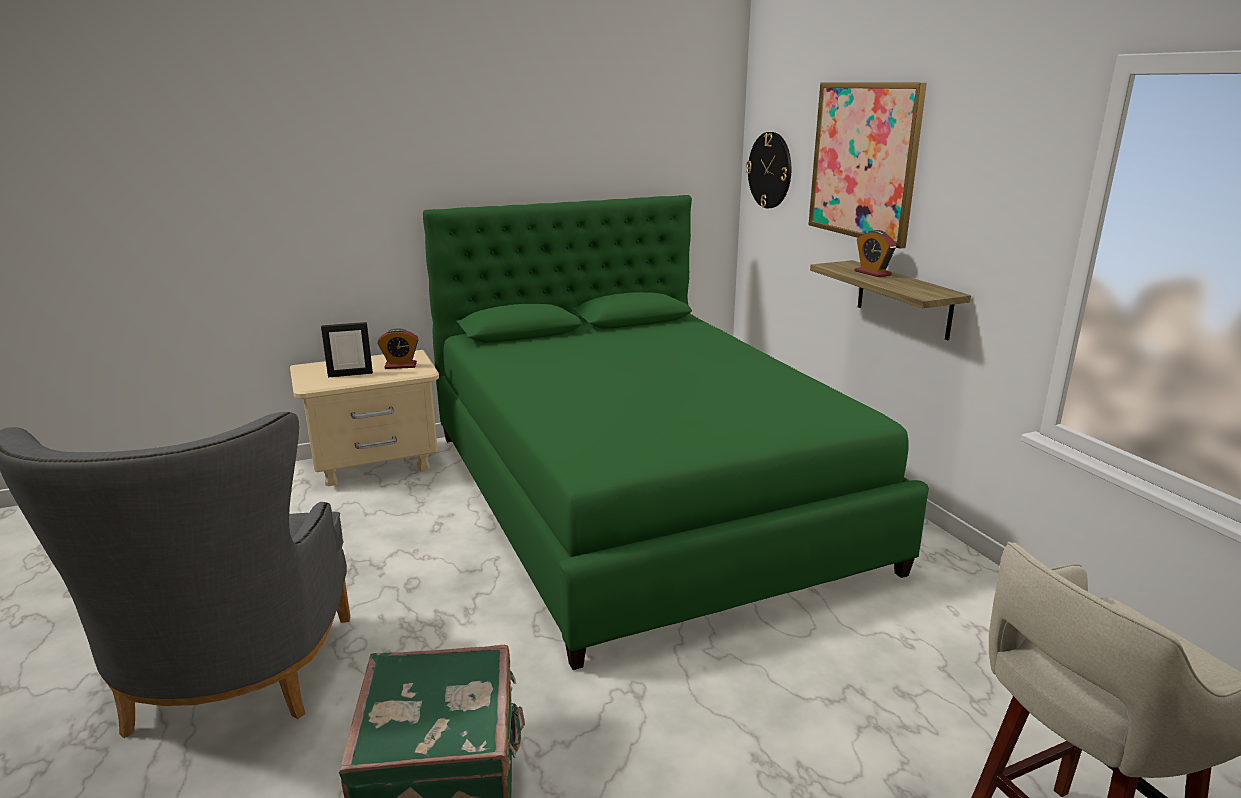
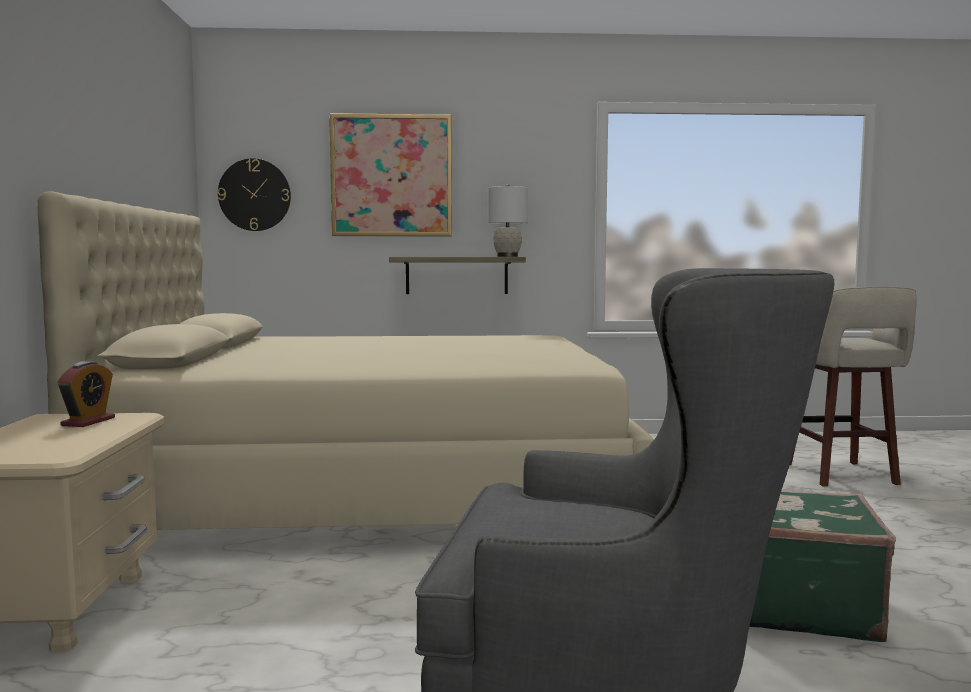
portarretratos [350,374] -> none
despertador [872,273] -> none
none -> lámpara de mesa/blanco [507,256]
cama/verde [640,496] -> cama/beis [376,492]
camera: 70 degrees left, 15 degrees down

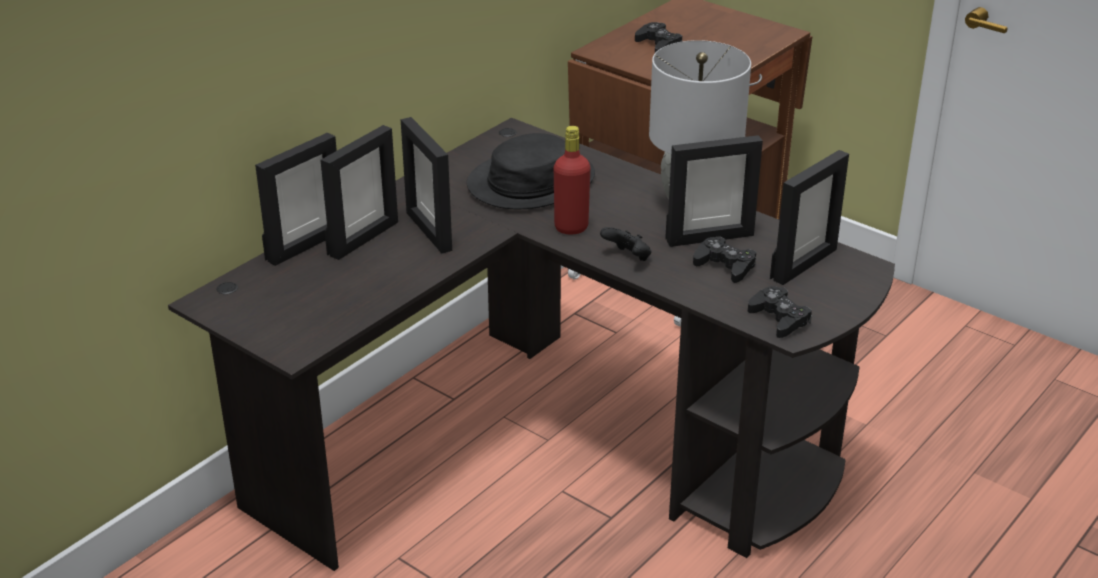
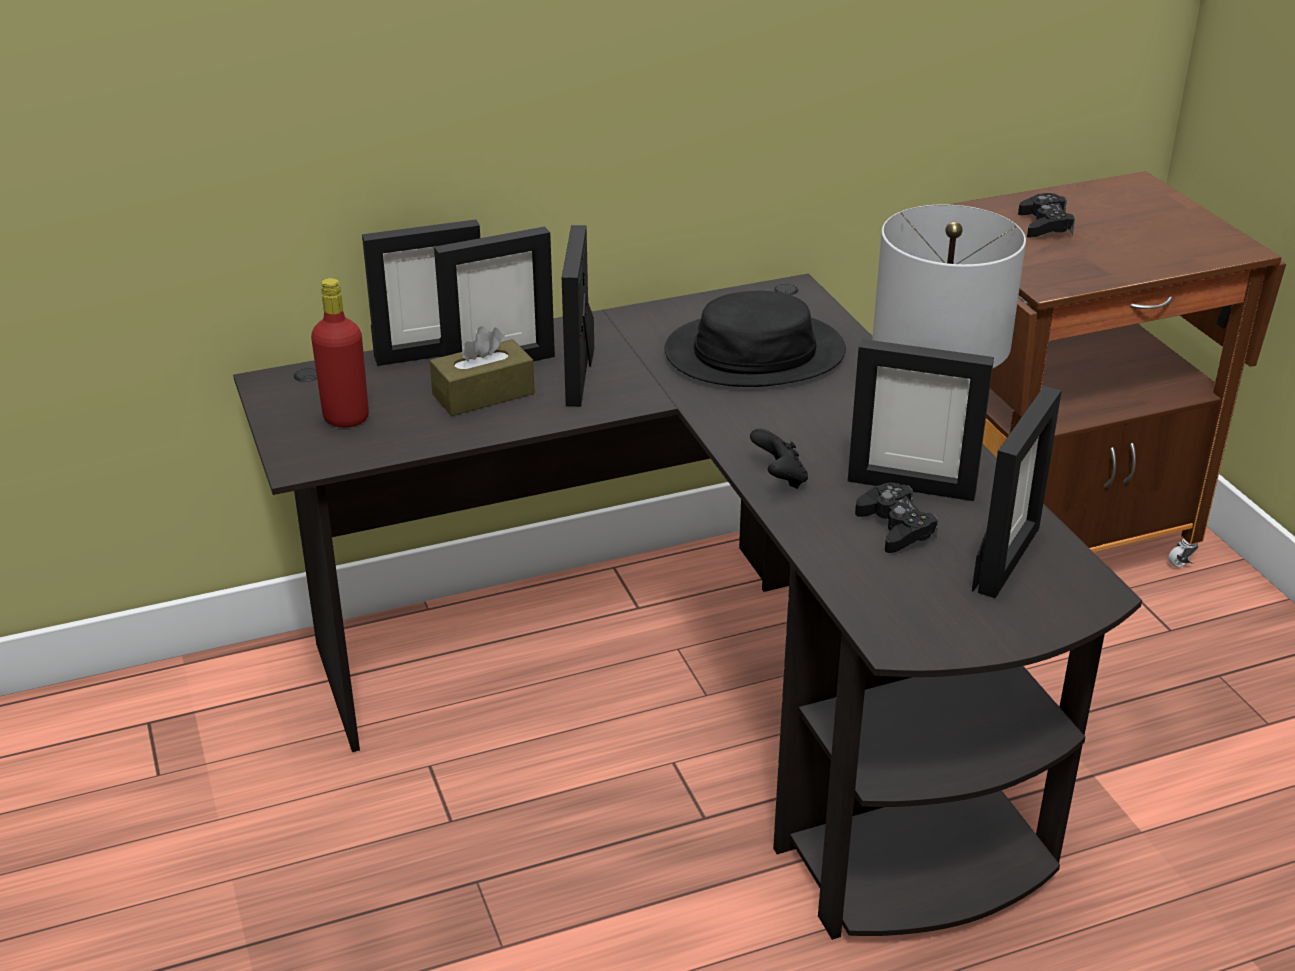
mando de consola/negro [779,318] -> none
none -> caja de pañuelos/marrón [483,394]
botella/rojo [571,227] -> botella/rojo [346,418], moved
portarretratos [803,264] -> portarretratos [1006,558], 45 degrees counterclockwise
camera: 30 degrees right, 0 degrees up

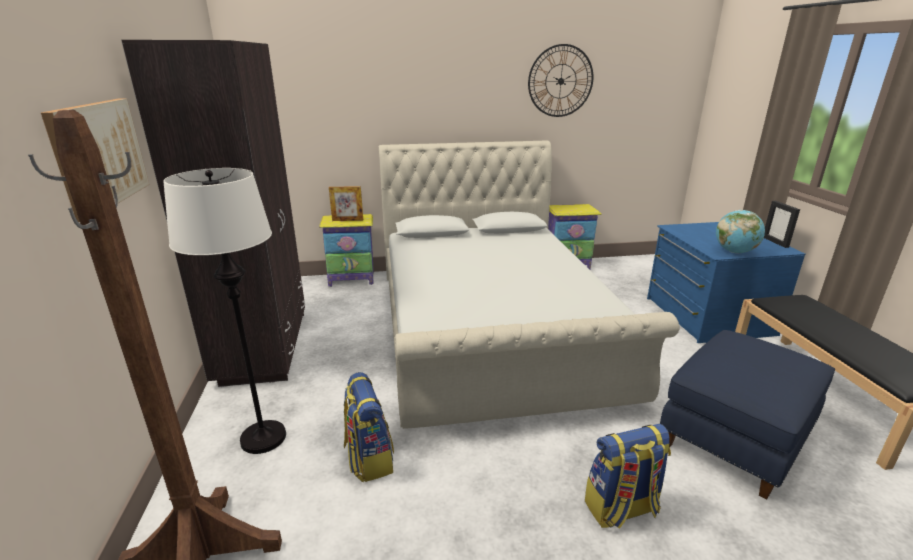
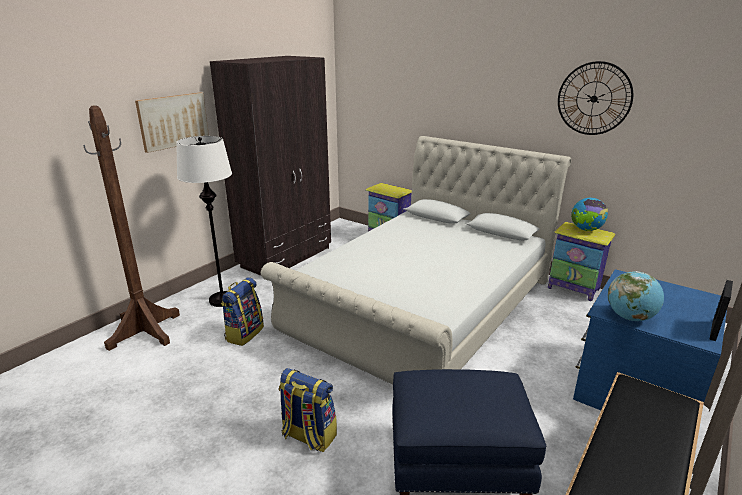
portarretratos [347,220] -> none
none -> globo terráqueo [586,230]
camera: 45 degrees right, 0 degrees up

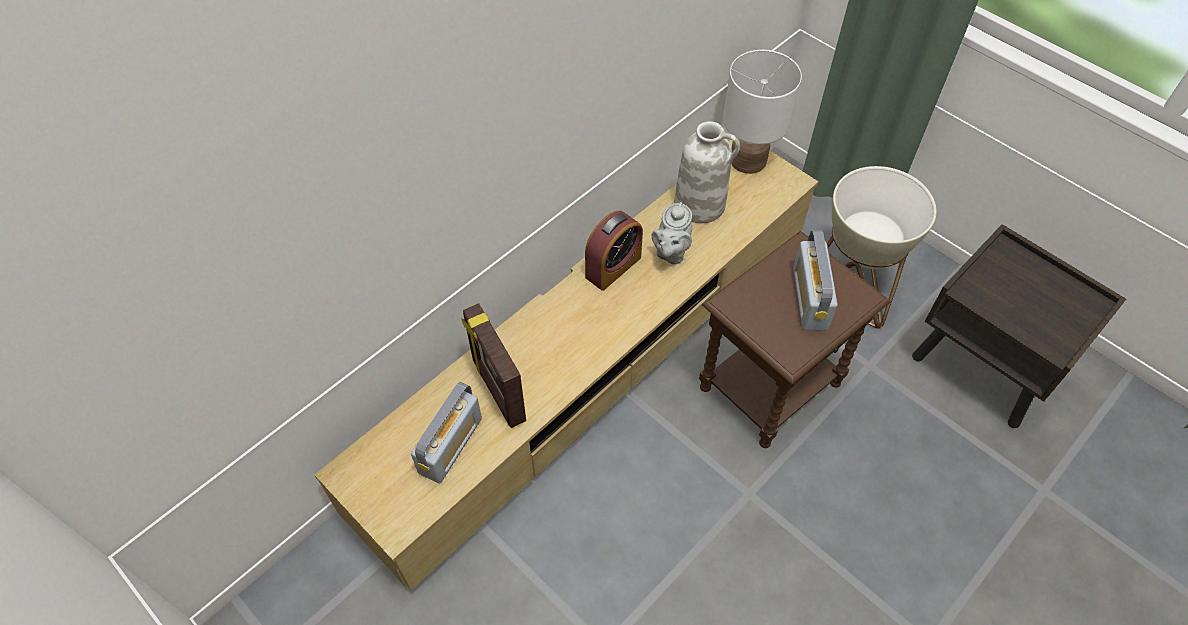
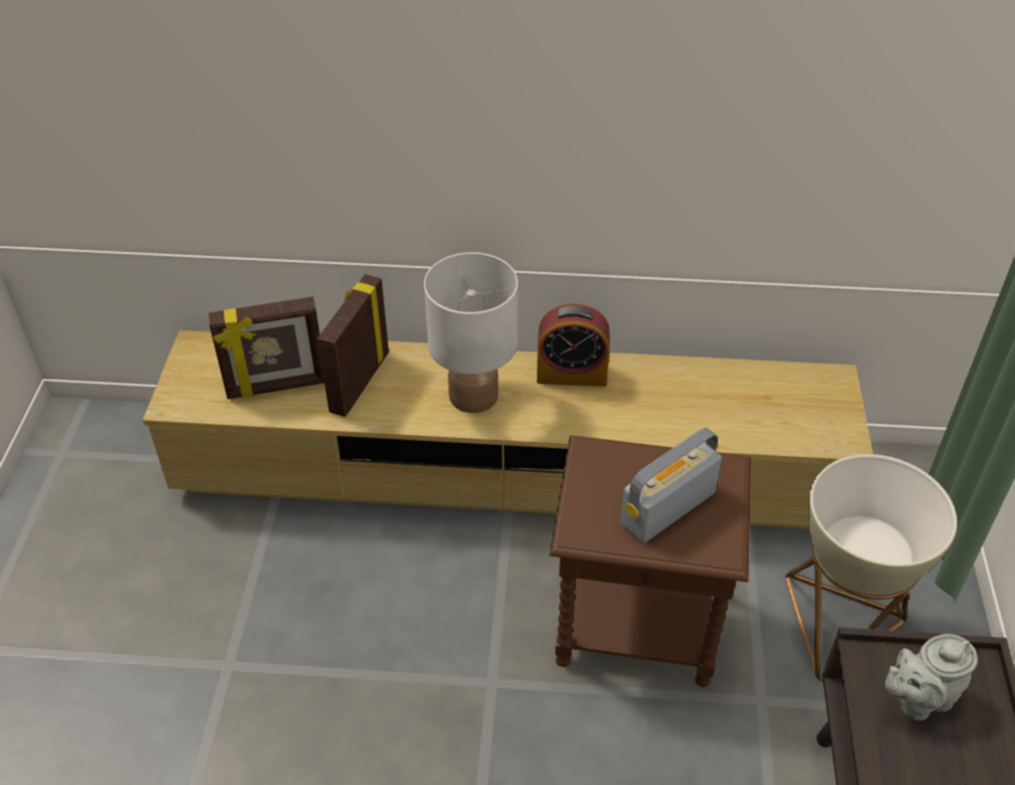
florero/blanco [700,204] -> none
tetera/gris [671,252] -> tetera/gris [917,699], moved
lámpara de mesa/blanco [748,160] -> lámpara de mesa/blanco [474,395], moved
radio [450,445] -> portarretratos [277,387]
camera: 50 degrees right, 10 degrees down

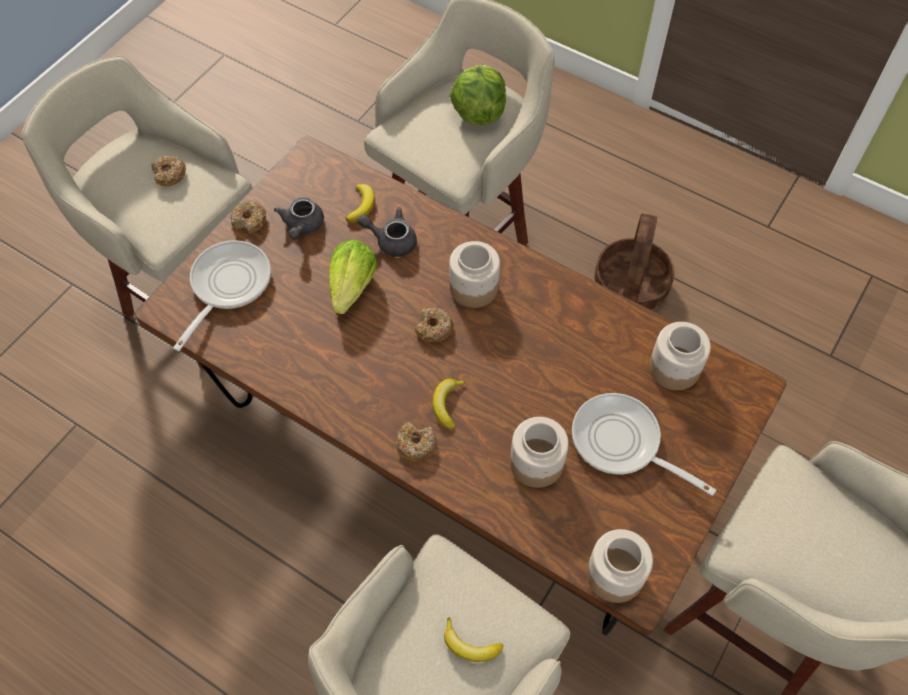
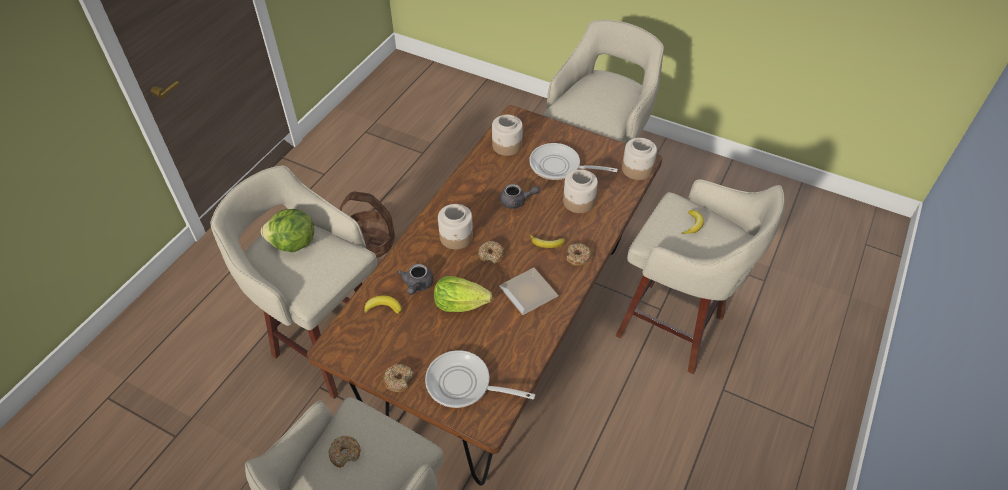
none -> plato [530,293]
tetera/gris [302,227] -> tetera/gris [517,201], moved
sartén [622,443] -> sartén [559,167], 75 degrees clockwise
camera: 95 degrees left, 10 degrees down

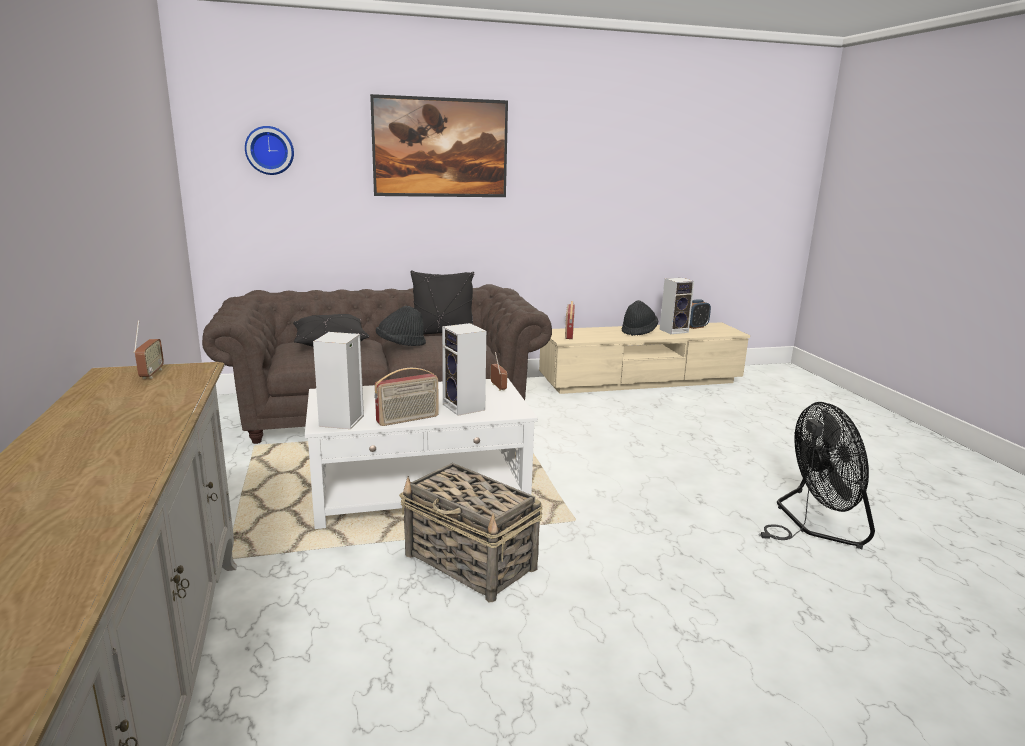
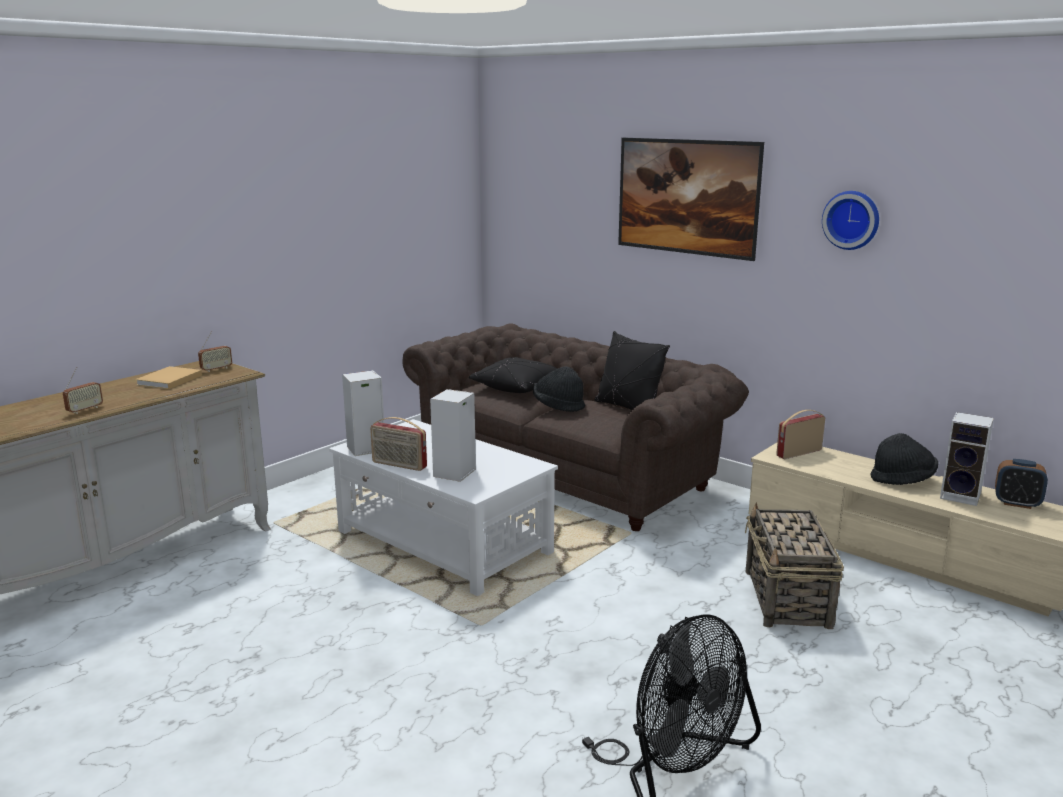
none -> libro/beis [168,380]
reloj de pared [269,150] -> reloj de pared [852,220], moved
cesta [471,562] -> cesta [787,599], moved
radio [498,387] -> radio [85,410], moved
camera: 55 degrees right, 0 degrees up

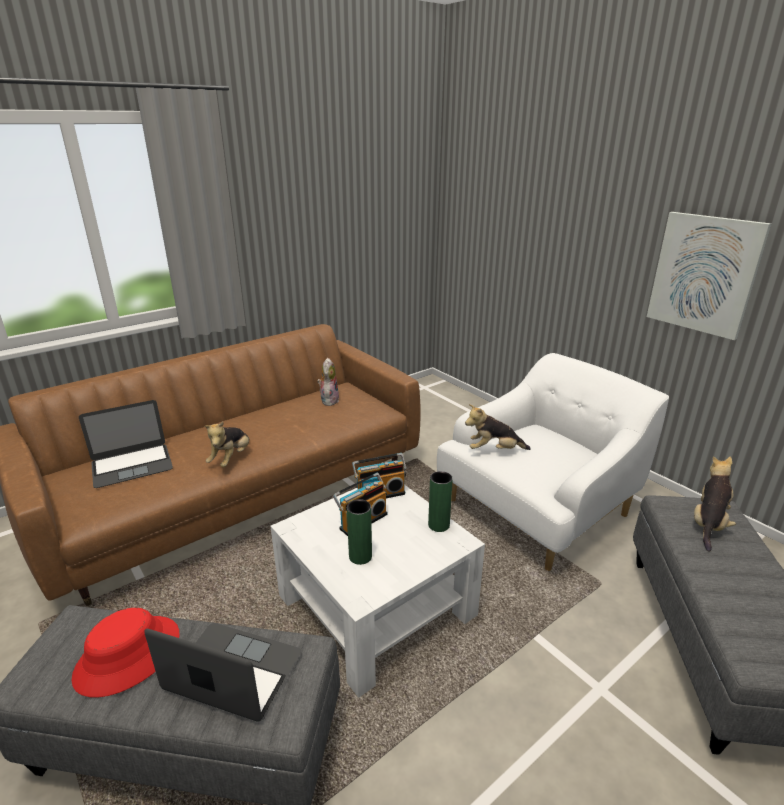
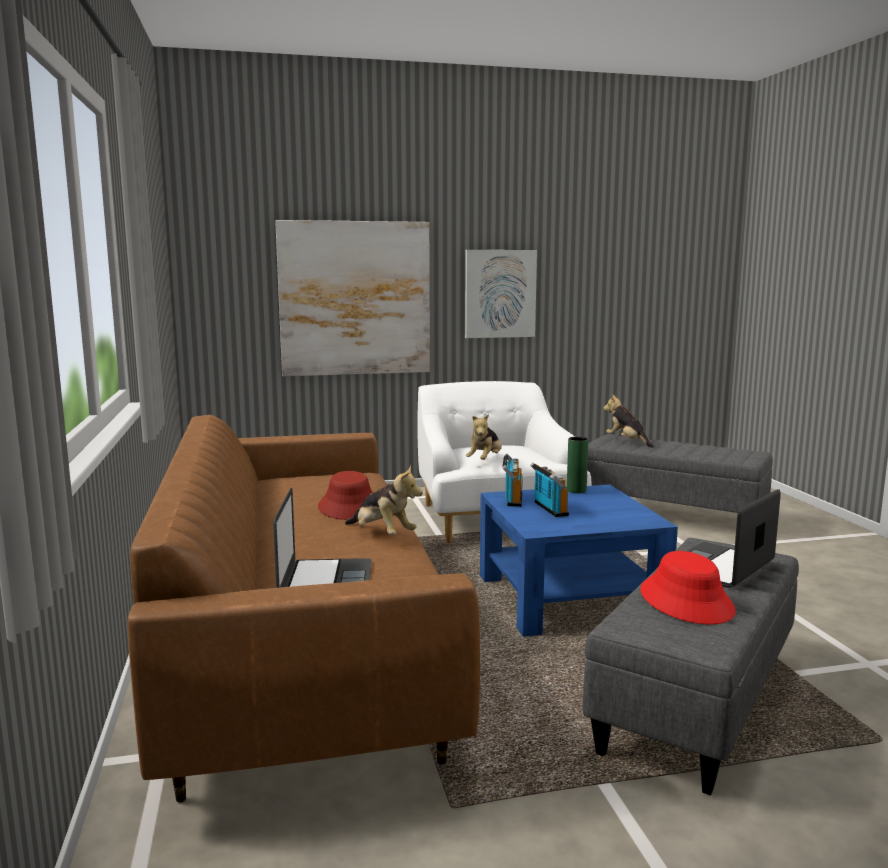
peluche [328,400] -> none
florero/verde [360,556] -> none
none -> cuadro [355,298]
none -> sombrero/rojo [350,507]
mesa de centro/blanco [376,606] -> mesa de centro/azul [569,598]
camera: 65 degrees left, 15 degrees down

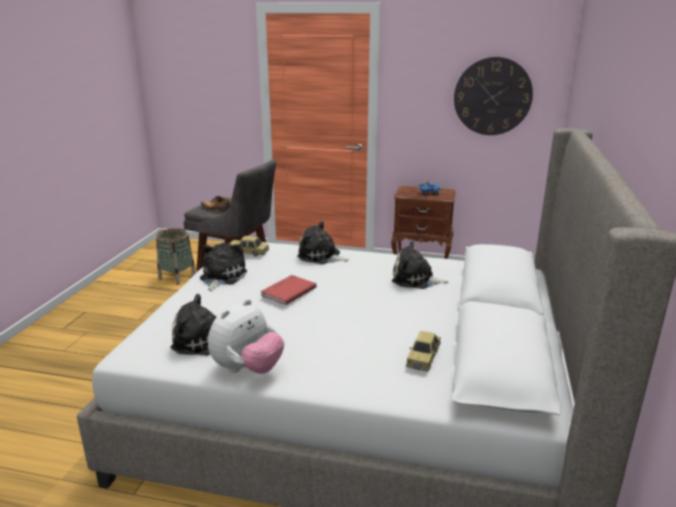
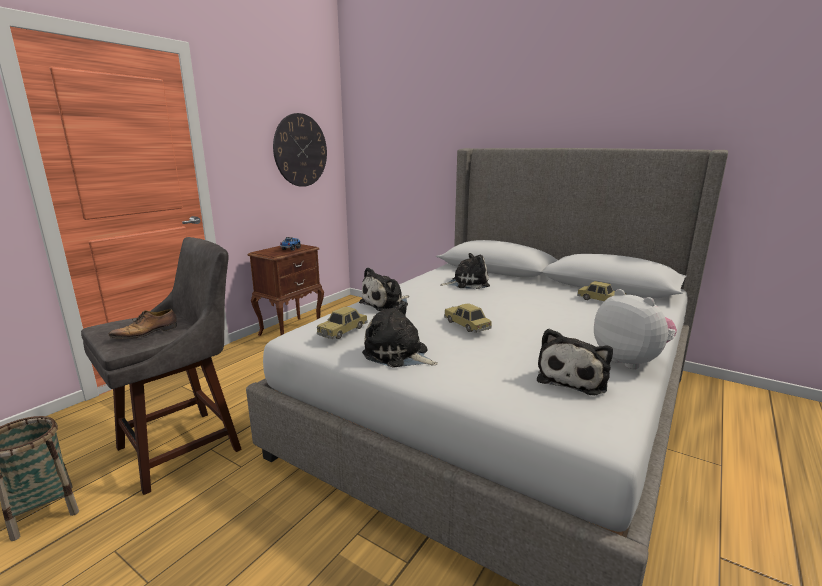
libro/rojo [287,291] -> coche de juguete [467,325]
peluche [415,280] -> peluche [467,283], 135 degrees counterclockwise
camera: 70 degrees left, 5 degrees down

